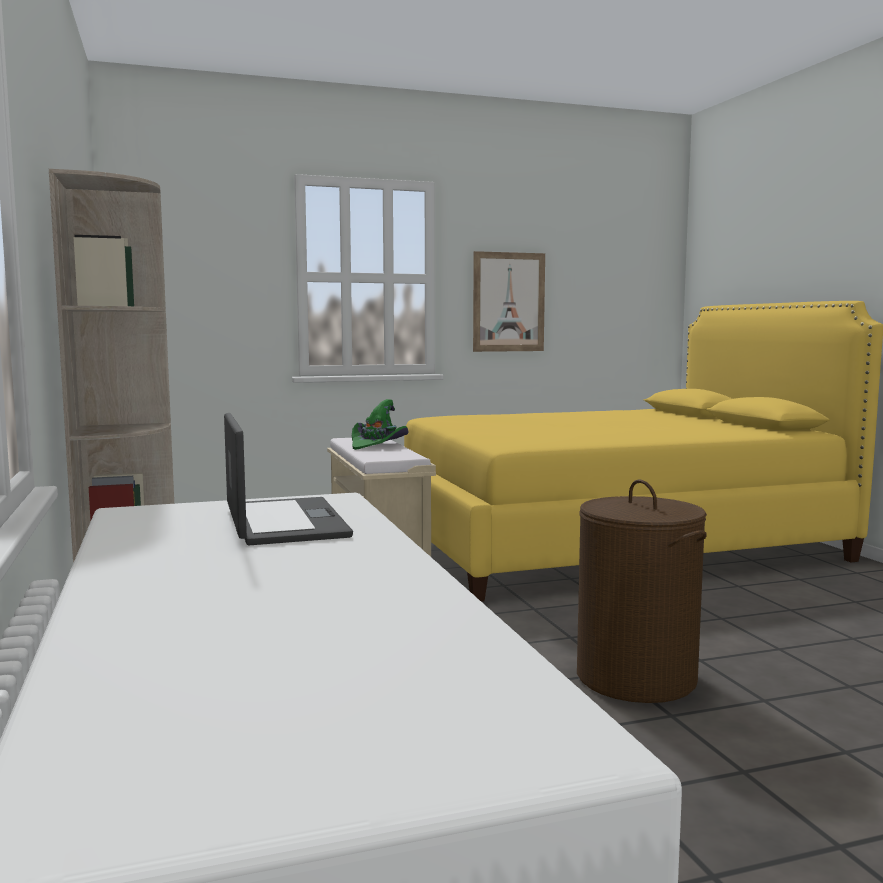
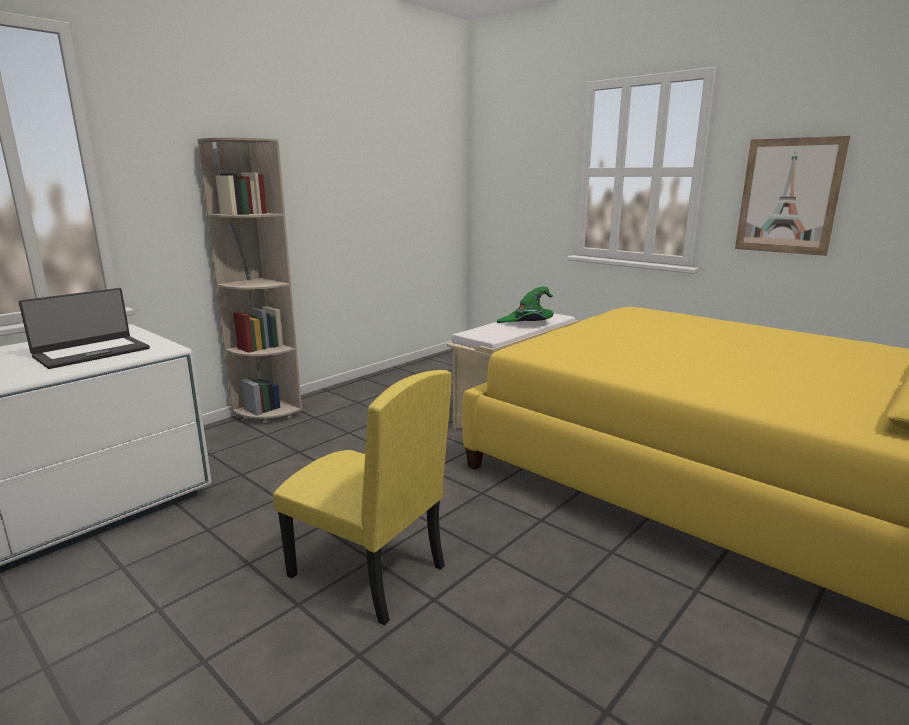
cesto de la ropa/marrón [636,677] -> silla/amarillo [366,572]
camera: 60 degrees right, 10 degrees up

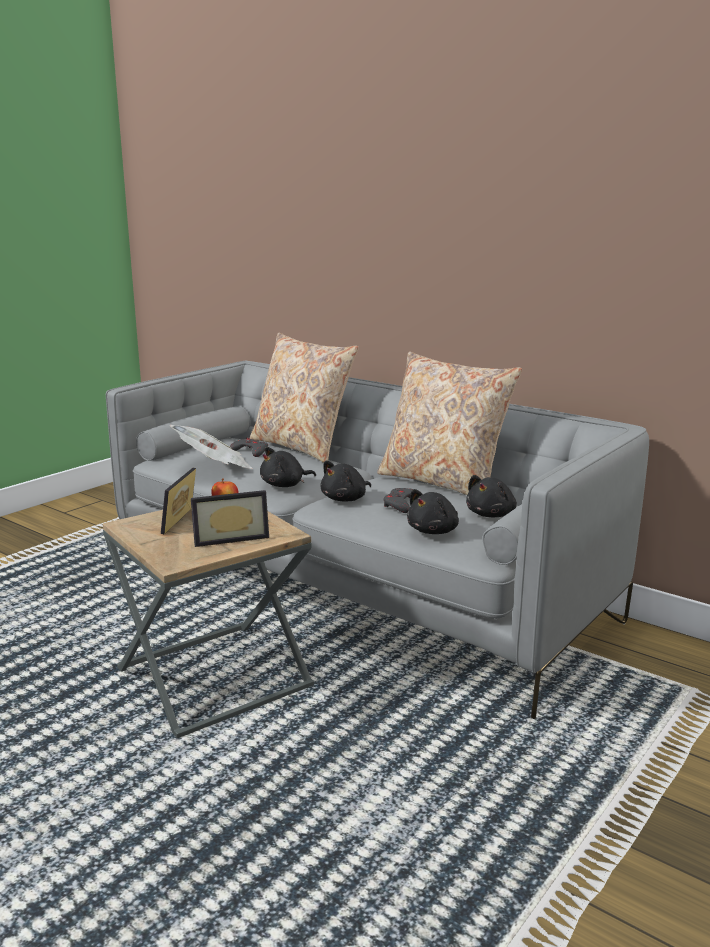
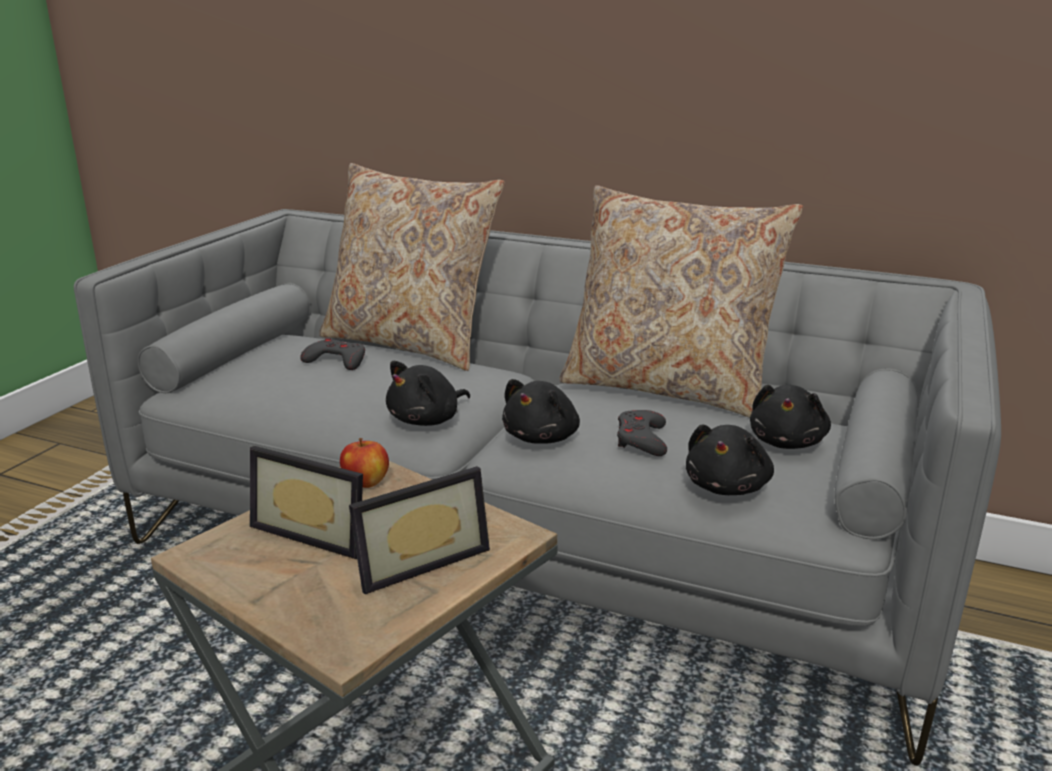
periódico [214,467] -> none
portarretratos [187,521] -> portarretratos [317,531], 60 degrees counterclockwise
camera: 15 degrees left, 5 degrees up

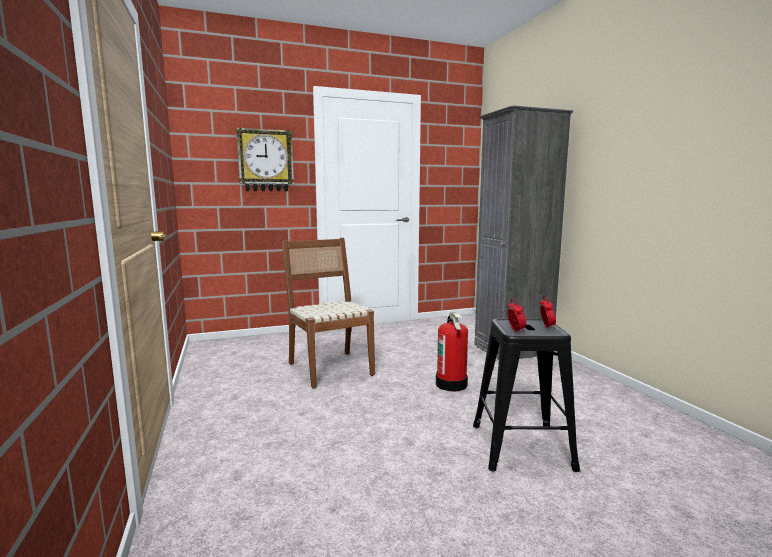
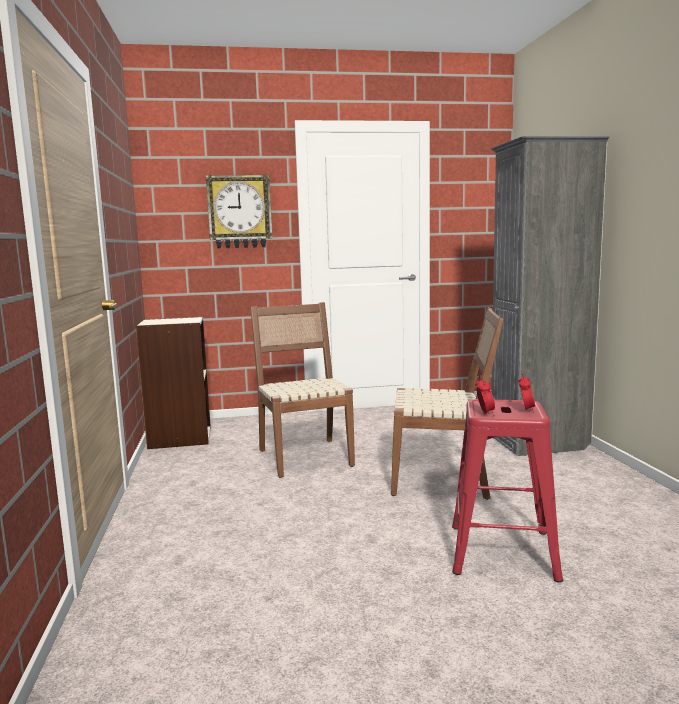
none -> estantería [179,438]
extintor [452,384] -> silla [444,480]
taburete/negro [521,446] -> taburete/rojo [502,552]
camera: 10 degrees right, 0 degrees up

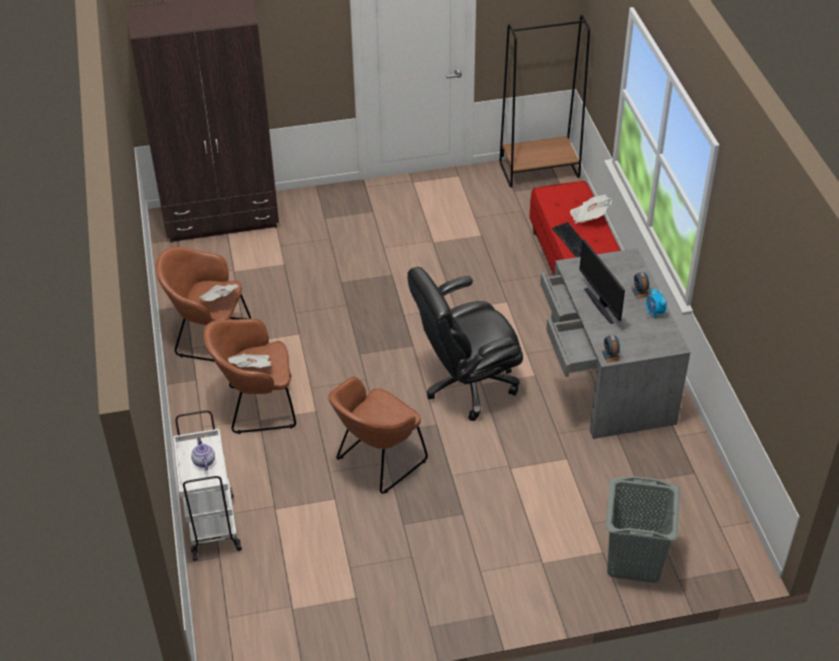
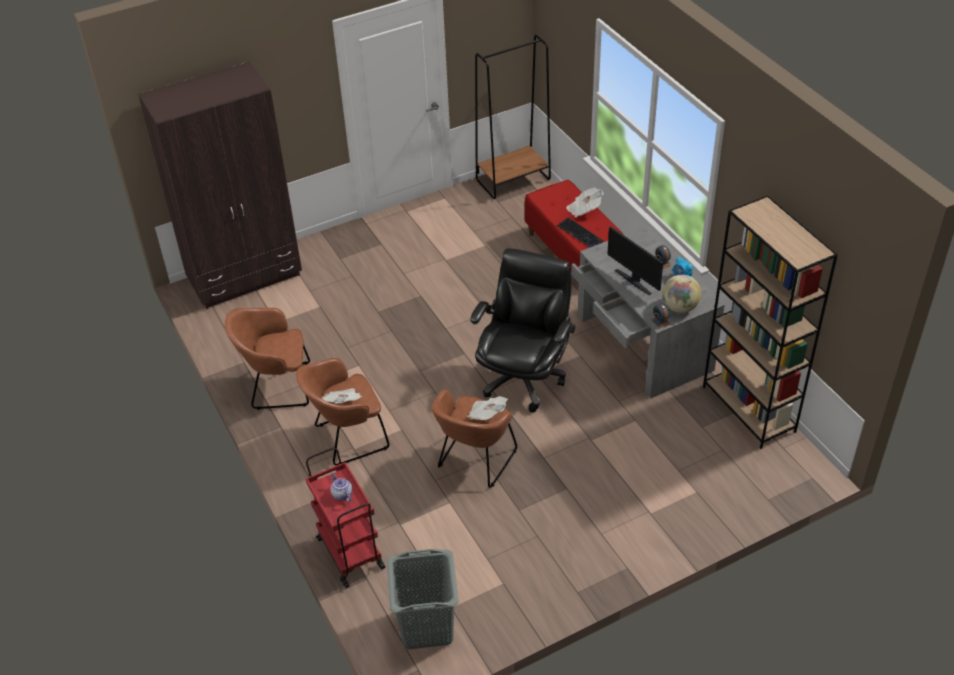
none -> globo terráqueo [679,307]
none -> estantería/beis [749,409]
periódico [219,299] -> periódico [487,415], moved
cesto de la ropa/gris [633,560] -> cesto de la ropa/gris [426,627], moved
carrito/blanco [213,526] -> carrito/rojo [350,553]
silla de oficina/negro [465,385] -> silla de oficina/negro [524,377], 150 degrees clockwise
camera: 15 degrees left, 0 degrees up

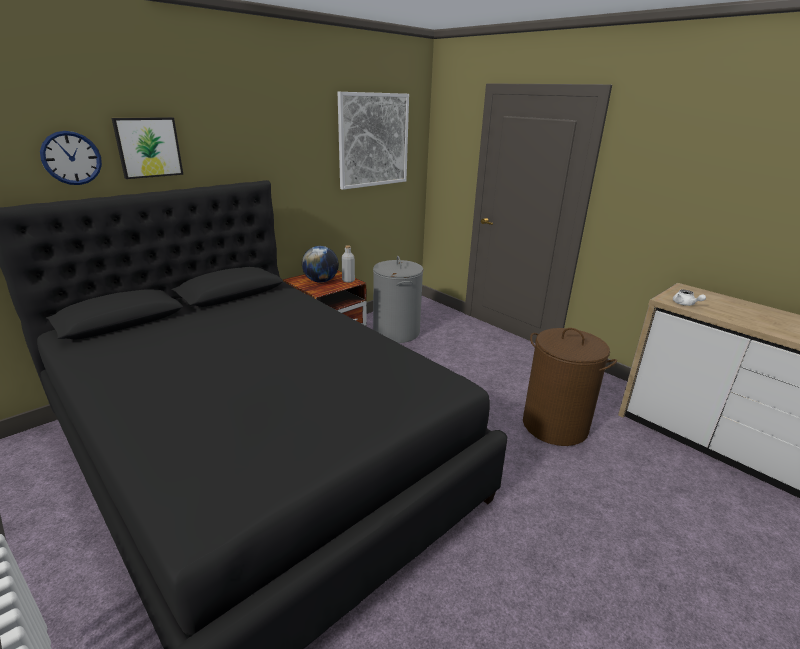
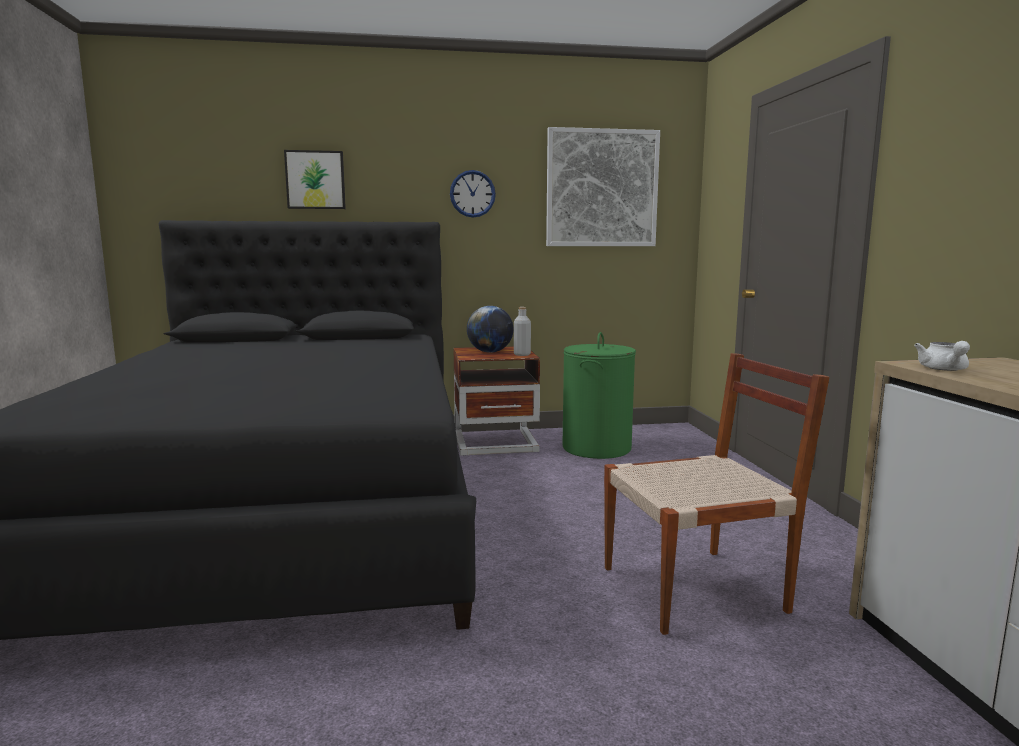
reloj de pared [71,158] -> reloj de pared [472,194], moved
cesto de la ropa/marrón [555,425] -> silla [697,589]
cesto de la ropa/gris [396,332] -> cesto de la ropa/verde [597,448]
camera: 35 degrees right, 15 degrees down

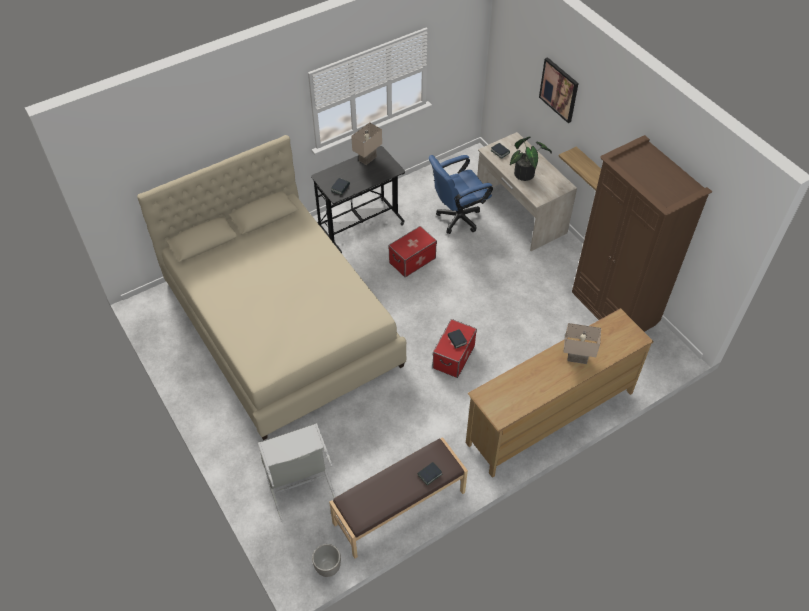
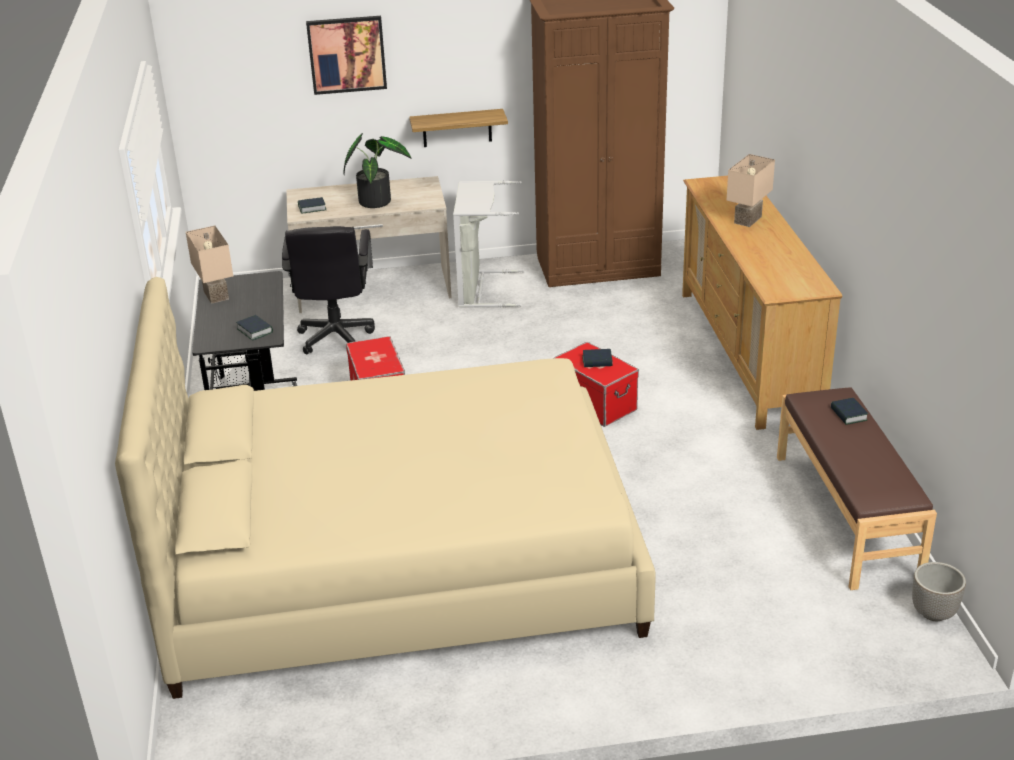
cesto de la ropa/gris [300,485] -> cesto de la ropa/gris [482,290], moved
silla de oficina/azul [456,220] -> silla de oficina/negro [336,340]
camera: 65 degrees left, 20 degrees down

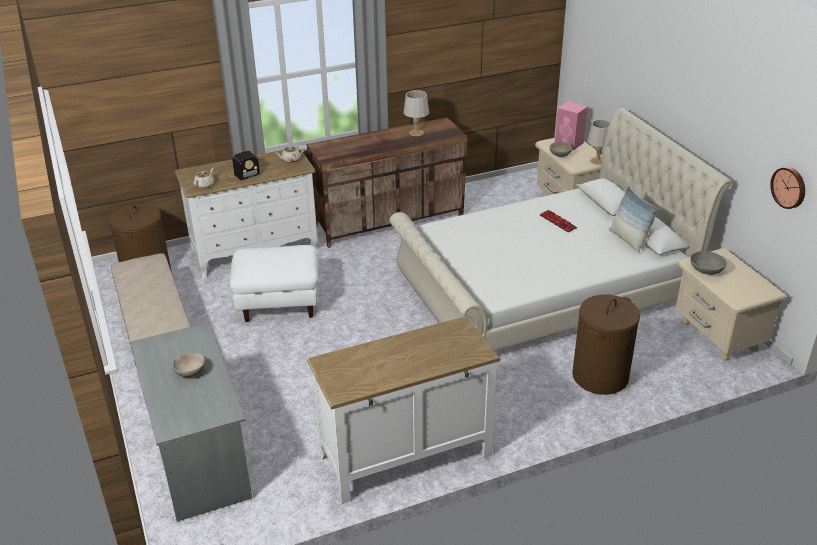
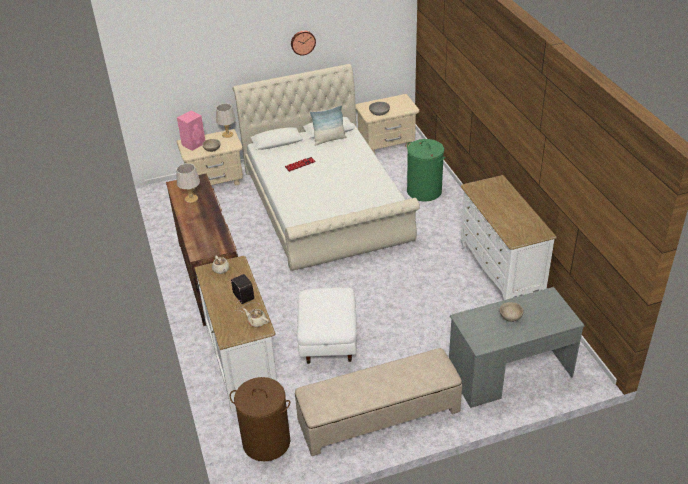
reloj de pared [789,187] -> reloj de pared [302,42], moved
cesto de la ropa/marrón [600,377] -> cesto de la ropa/verde [424,191]
camera: 85 degrees left, 5 degrees up

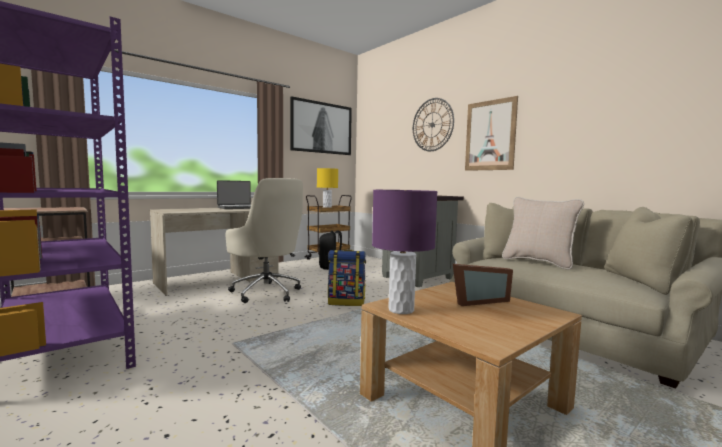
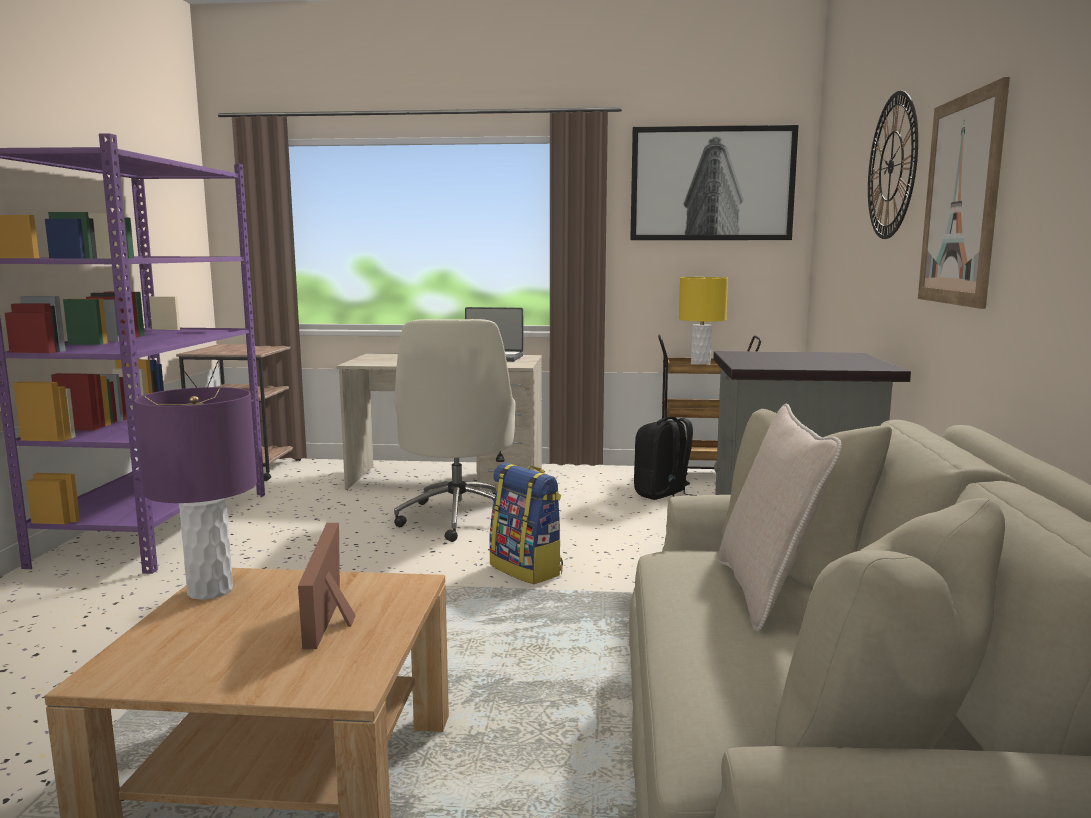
portarretratos [477,301] -> portarretratos [335,619], 60 degrees clockwise
camera: 45 degrees right, 5 degrees up

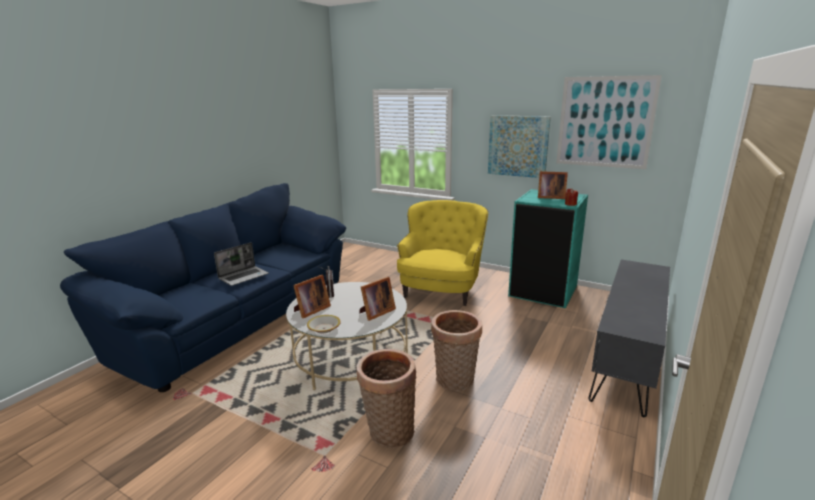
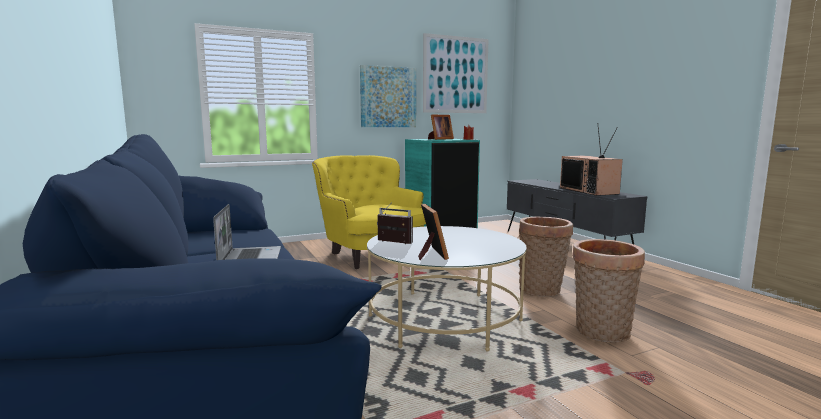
cuenco [324,329] -> none
portarretratos [376,313] -> none
none -> televisor [590,191]
camera: 55 degrees left, 10 degrees down

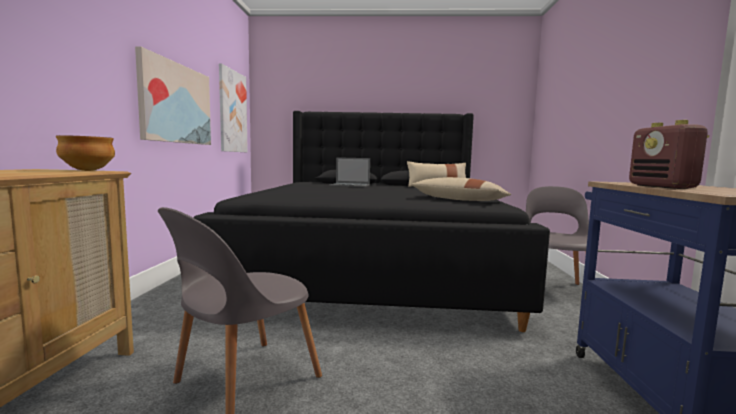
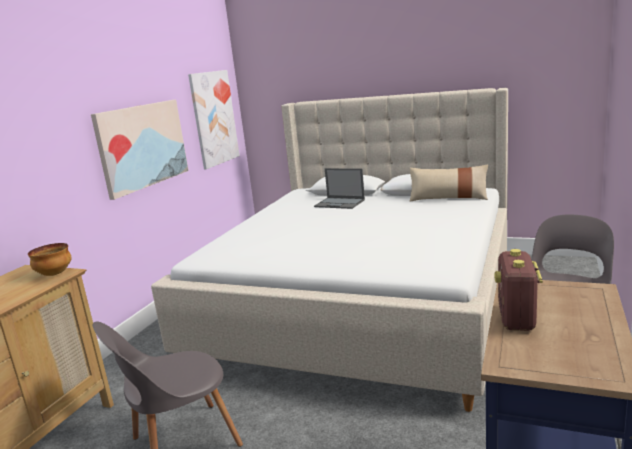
cojín/beis [459,200] -> none
cama/negro [374,269] -> cama/beis [364,304]
camera: 20 degrees right, 10 degrees up

